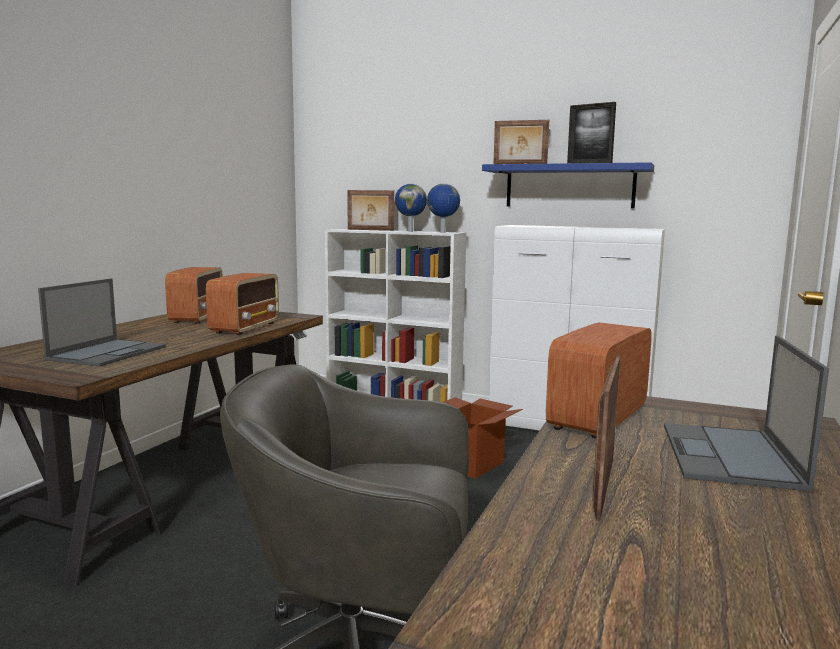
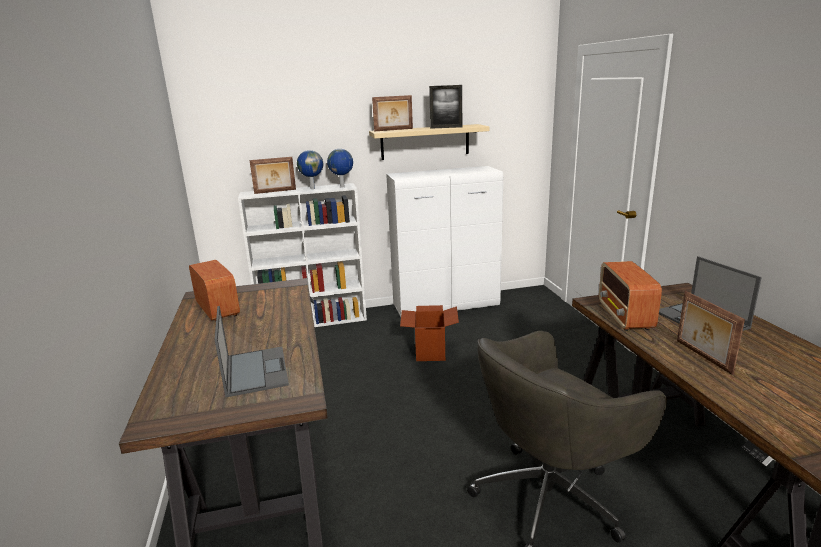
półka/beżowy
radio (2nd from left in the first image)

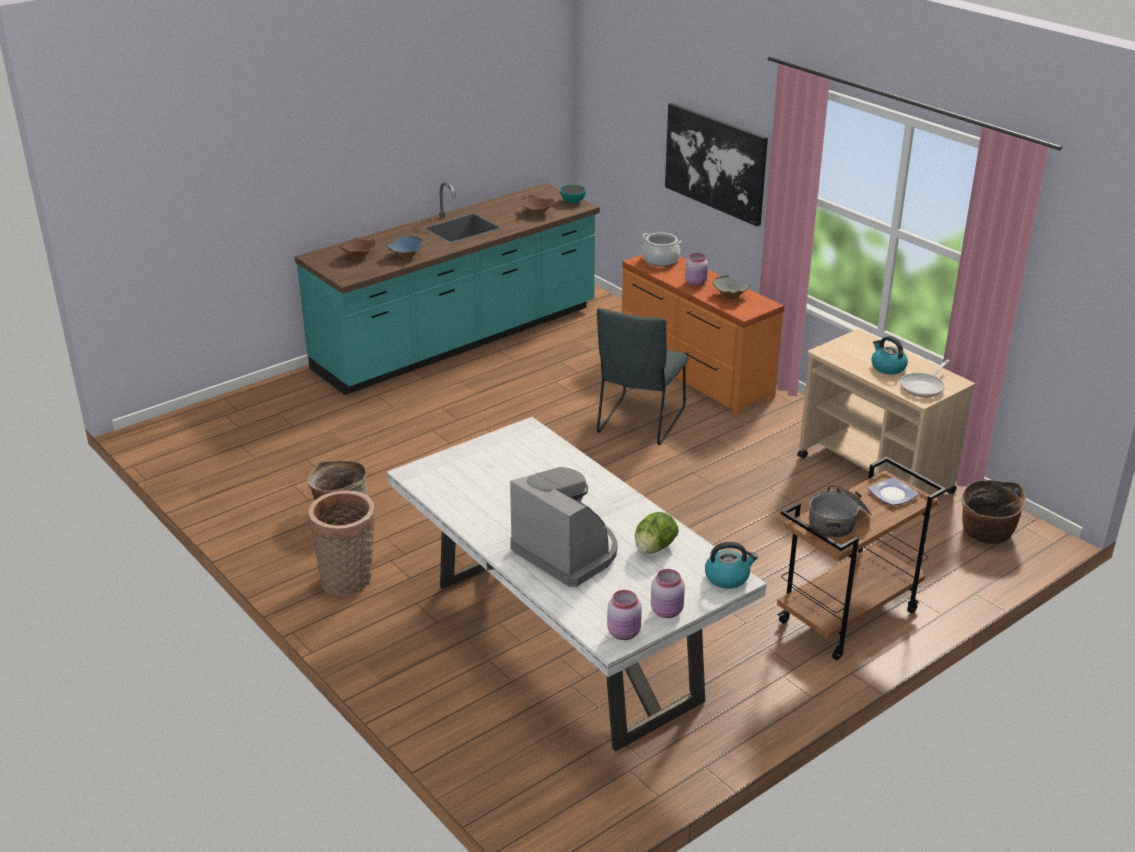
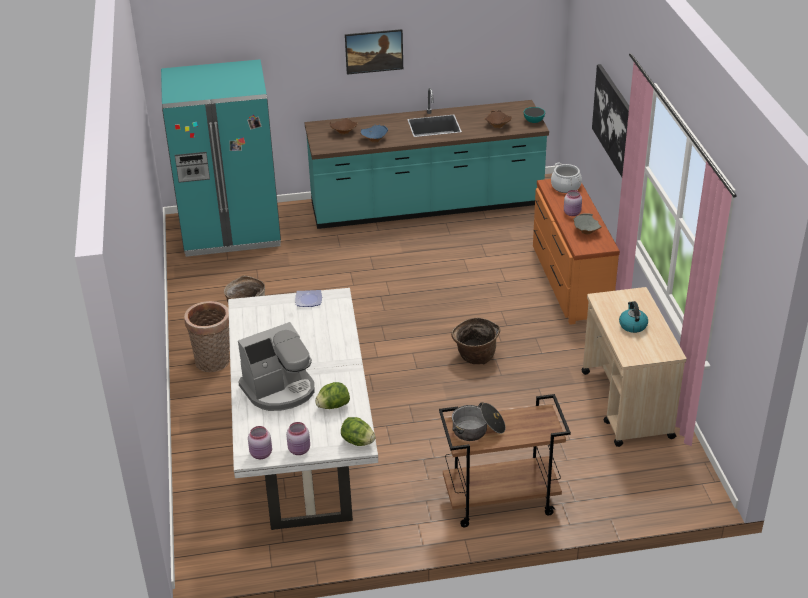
krzesło/szary
patelnia
ekspres do kawy
talerz
koszyk (3rd from left)
sałata (2nd from left)
obraz (1st from left)
lodówka/turkusowy

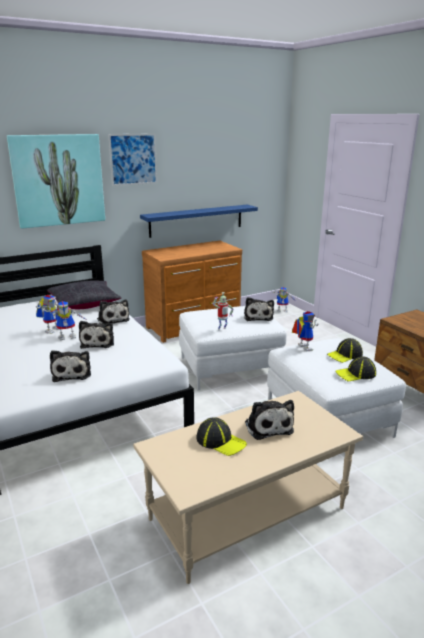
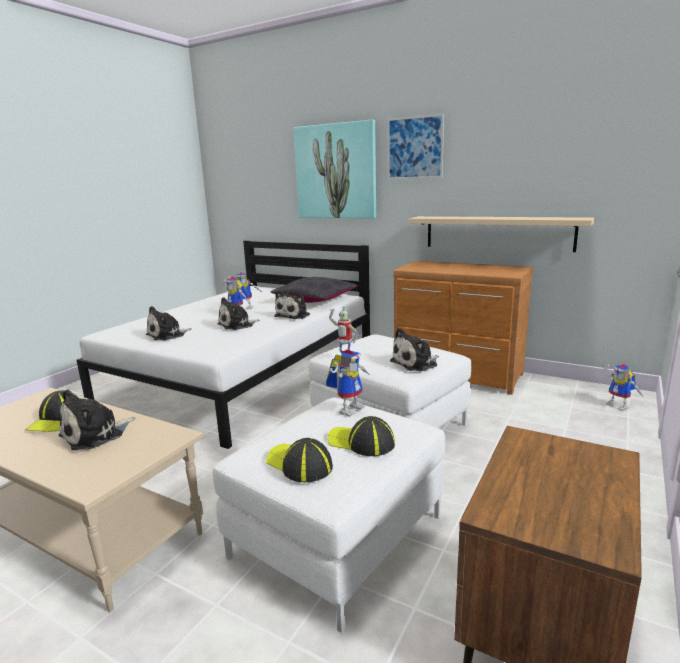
półka/beżowy

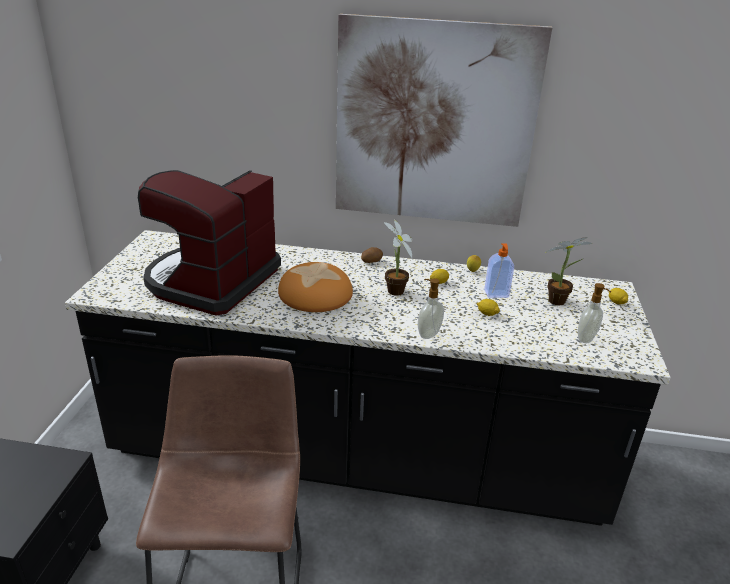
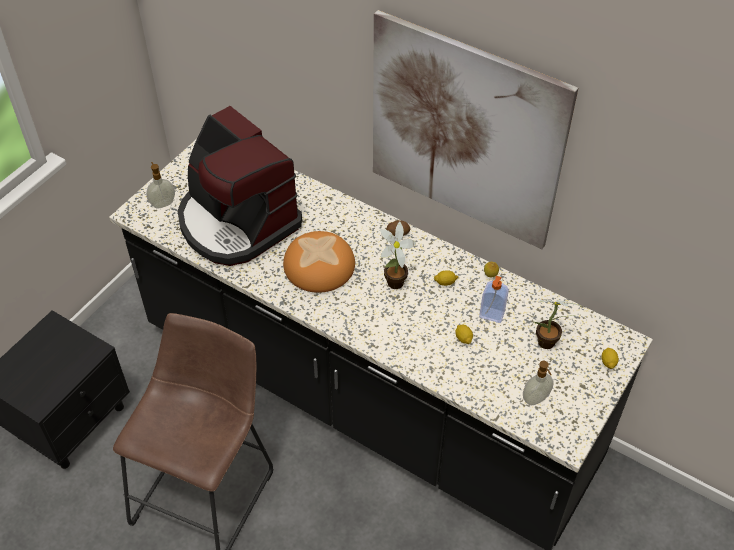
ekspres do kawy
dozownik mydła (1st from left)

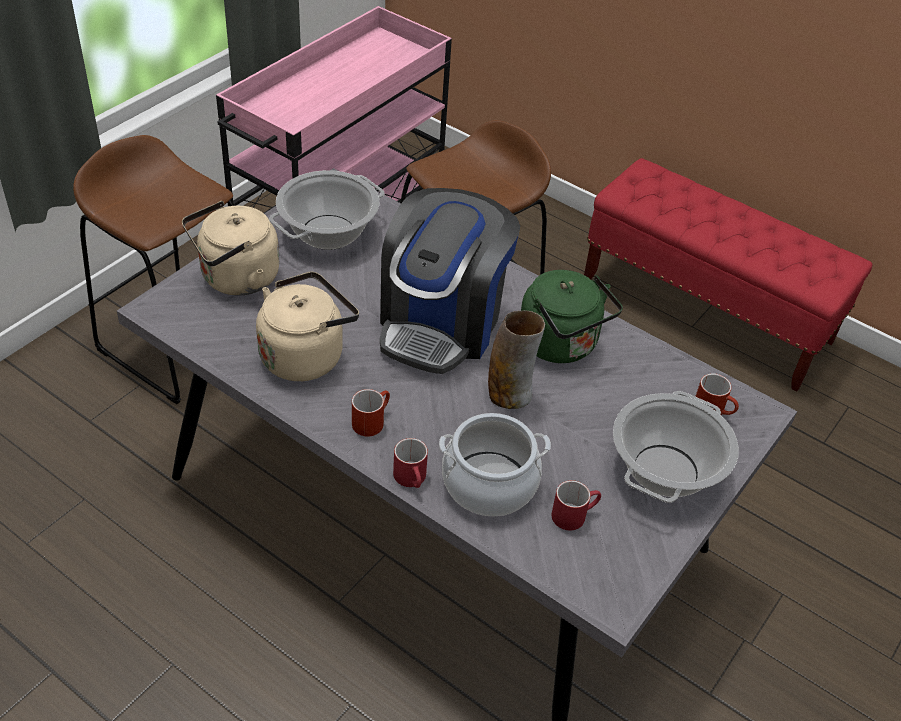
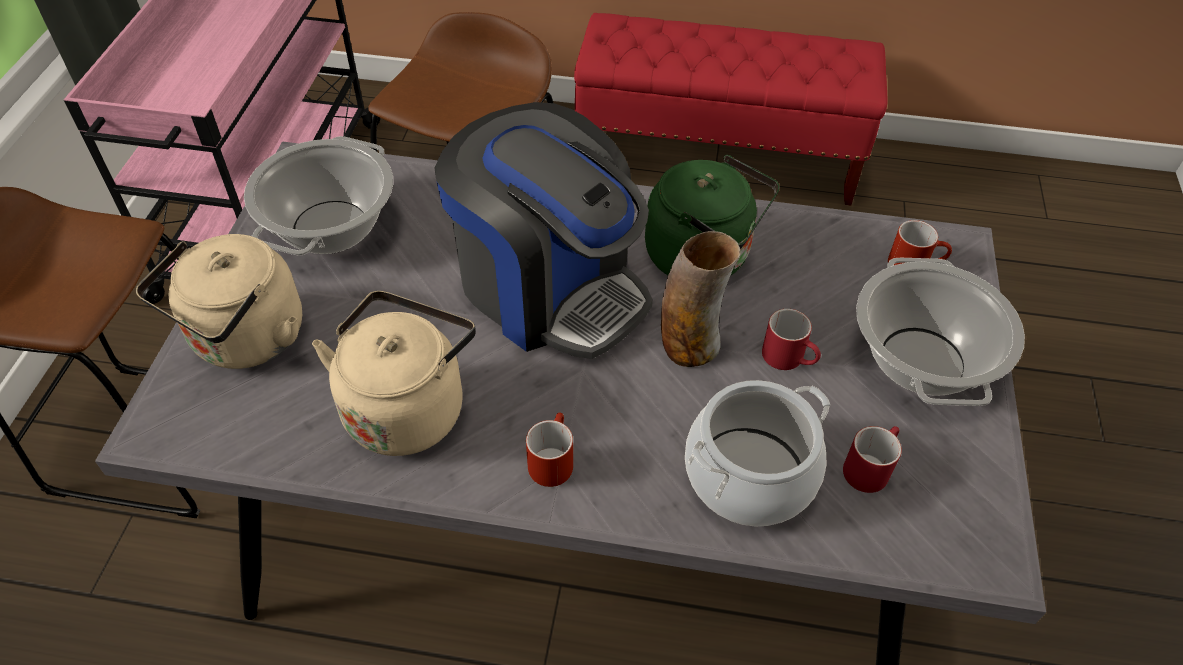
ekspres do kawy
kubek/czerwony (2nd from left)

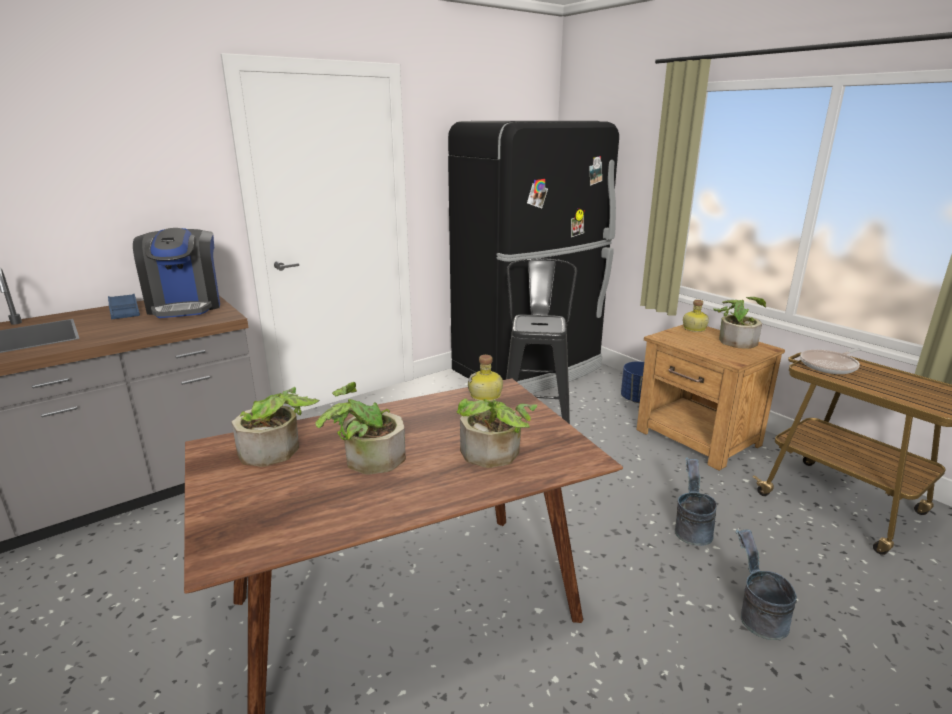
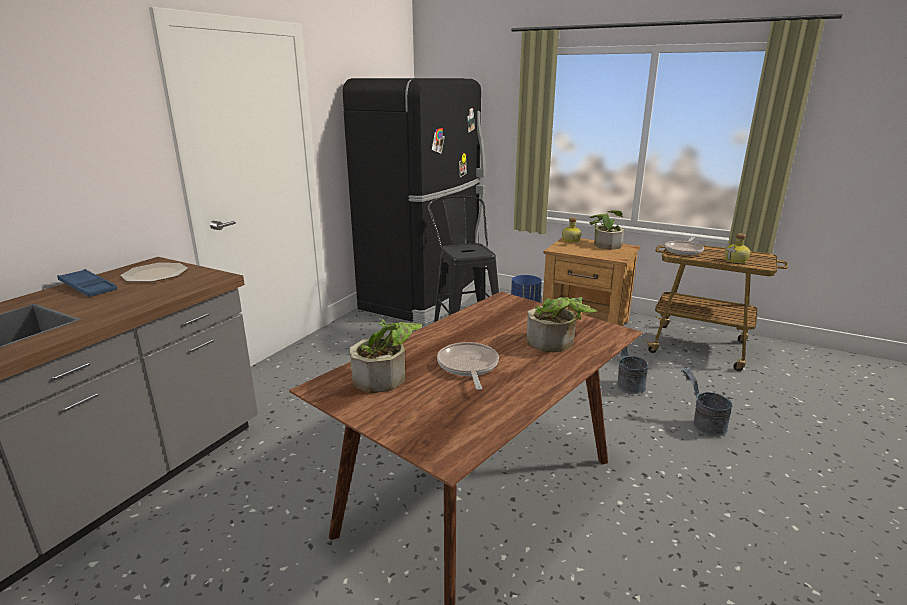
talerz
butelka (2nd from left)
patelnia (1st from left)

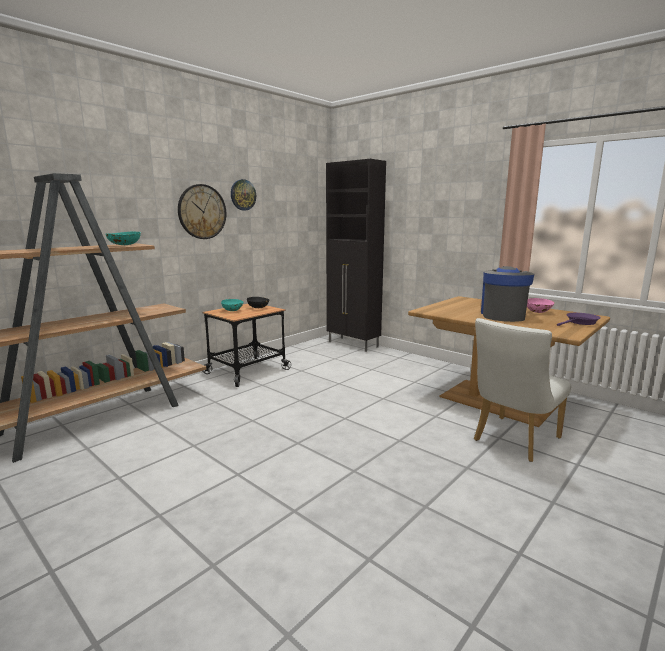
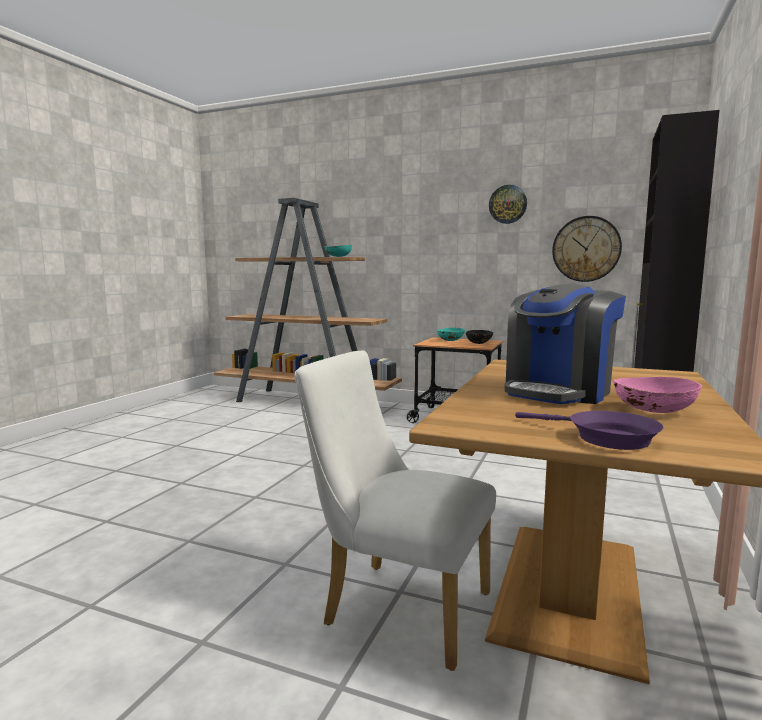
zegar ścienny (2nd from left)
ekspres do kawy

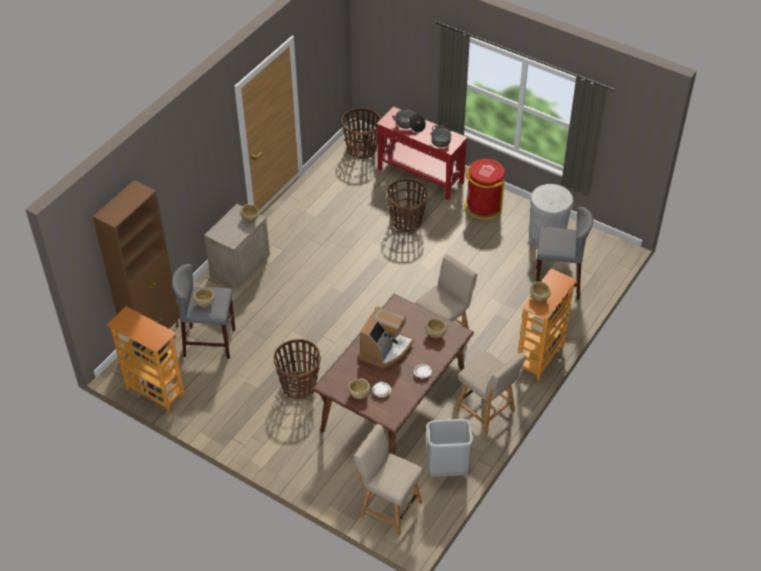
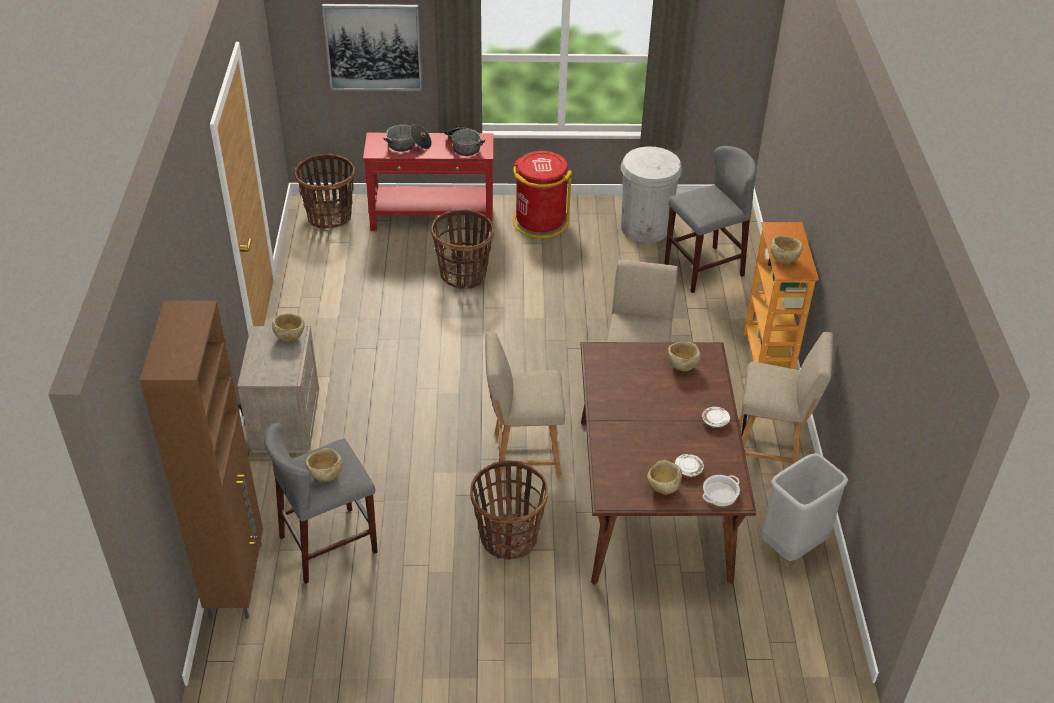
regał (1st from left in the first image)
ekspres do kawy
krzesło/beżowy (1st from left)
obraz
garnek (3rd from left)

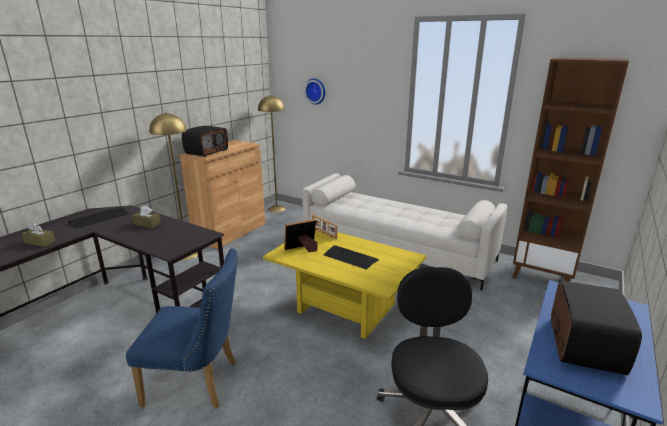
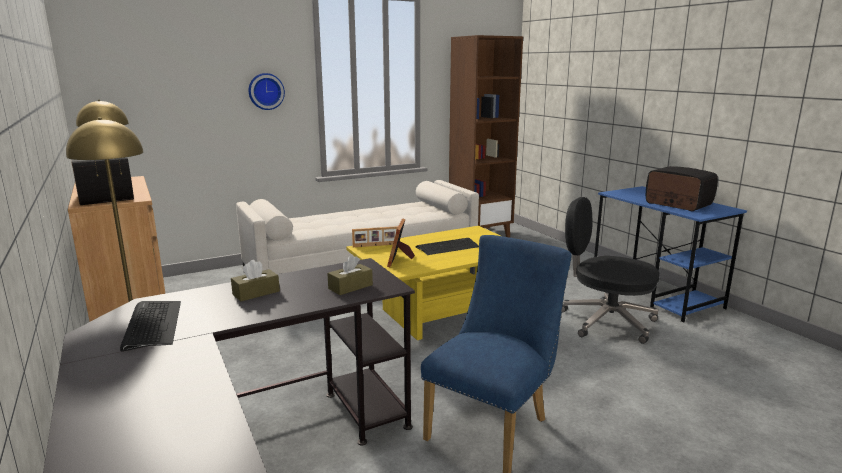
zegar ścienny
pudełko chusteczek/brązowy (2nd from left)

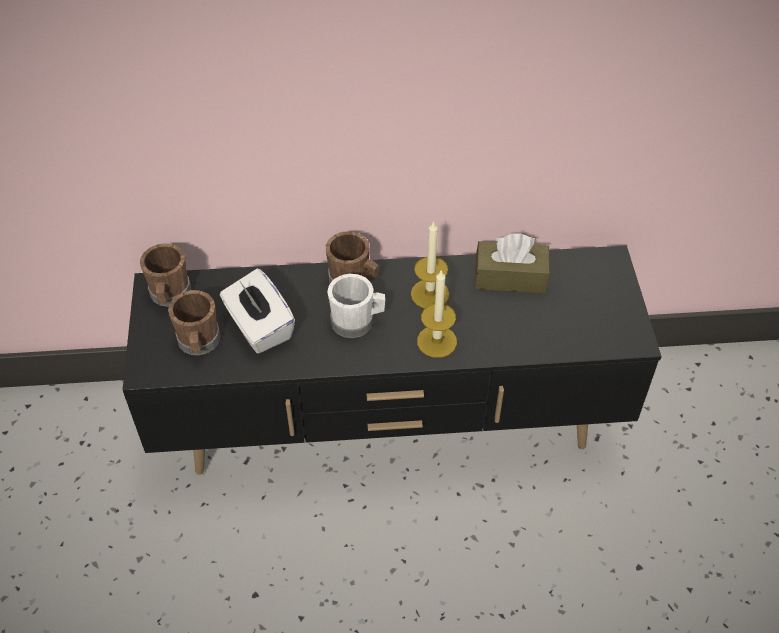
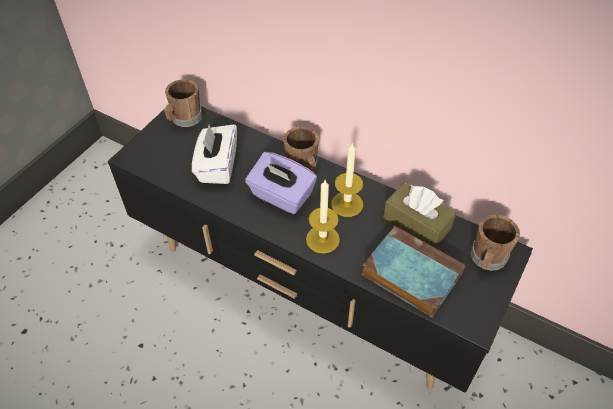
pudełko chusteczek/fioletowy
kubek/brązowy (3rd from left)
książka

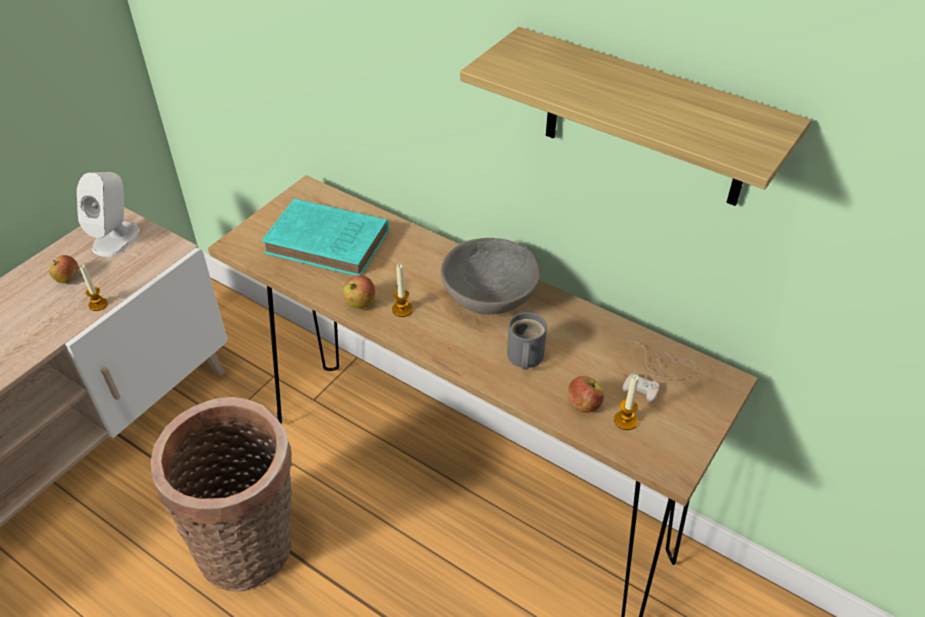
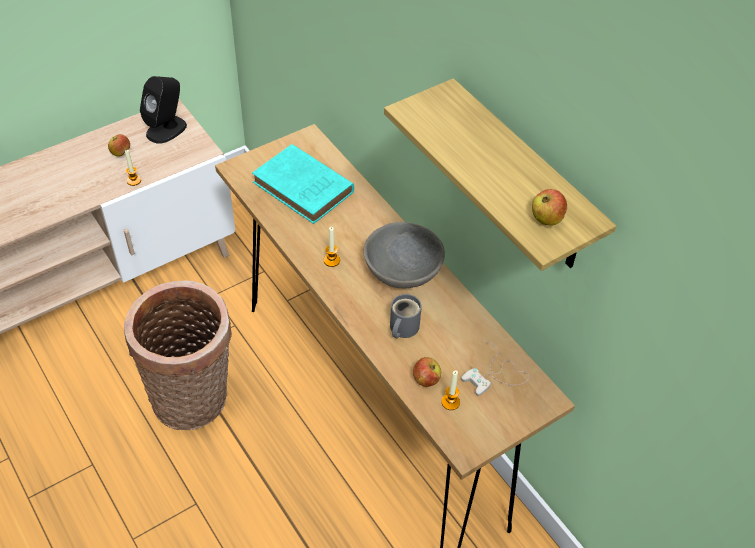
głośnik/czarny
jabłko (3rd from left)

